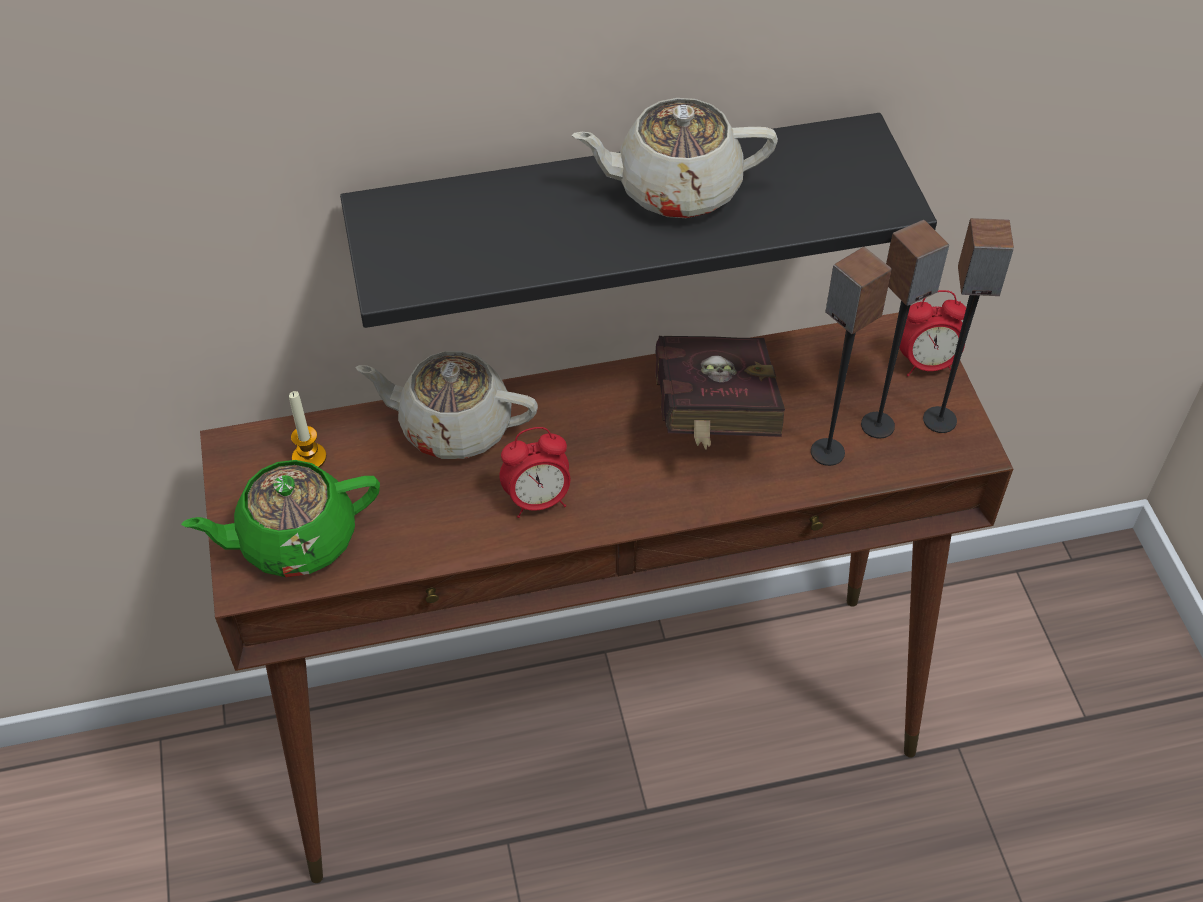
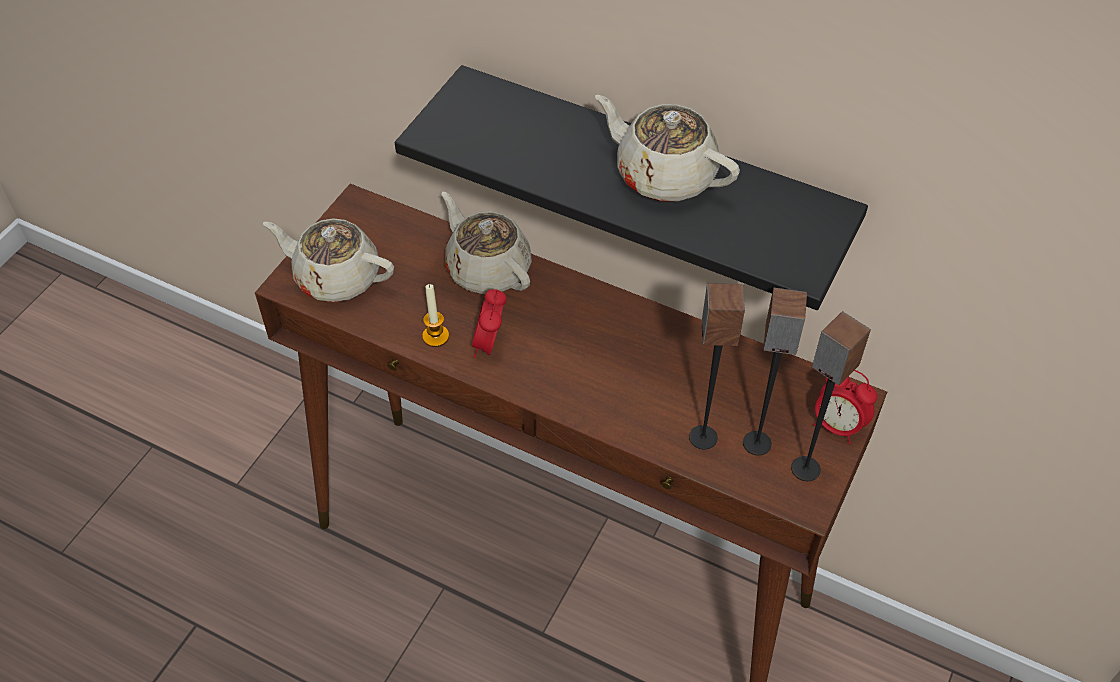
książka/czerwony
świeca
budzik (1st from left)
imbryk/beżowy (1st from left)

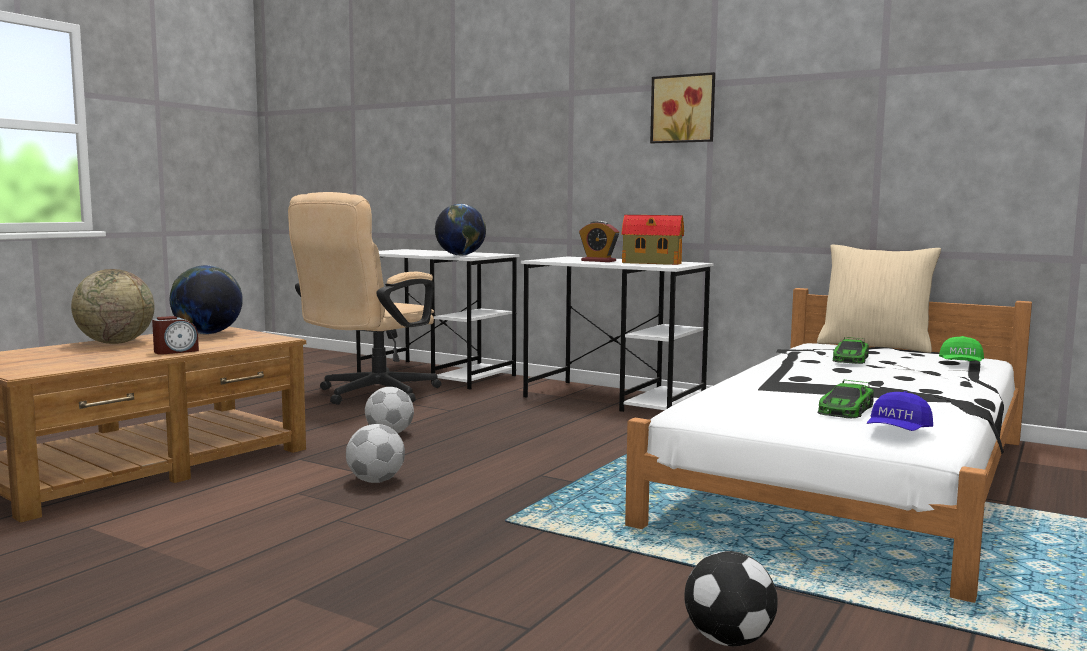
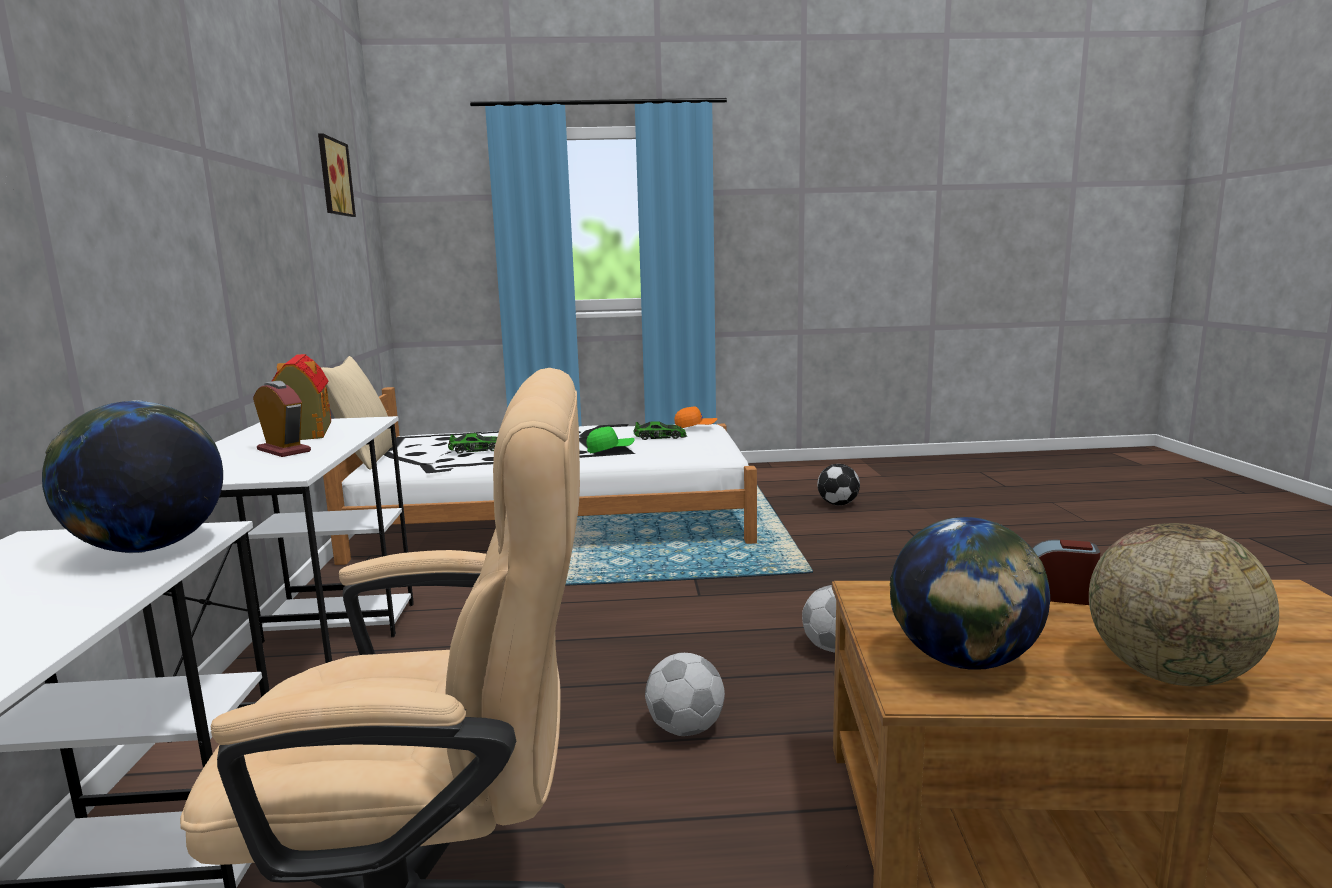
obraz
budzik (1st from left)
czapka z daszkiem/zielony
czapka z daszkiem/pomarańczowy

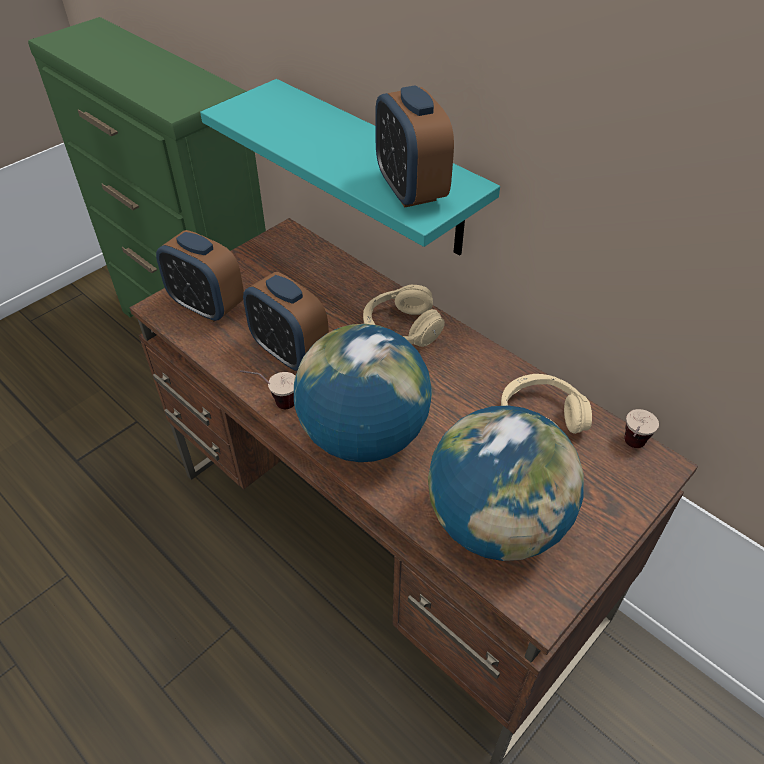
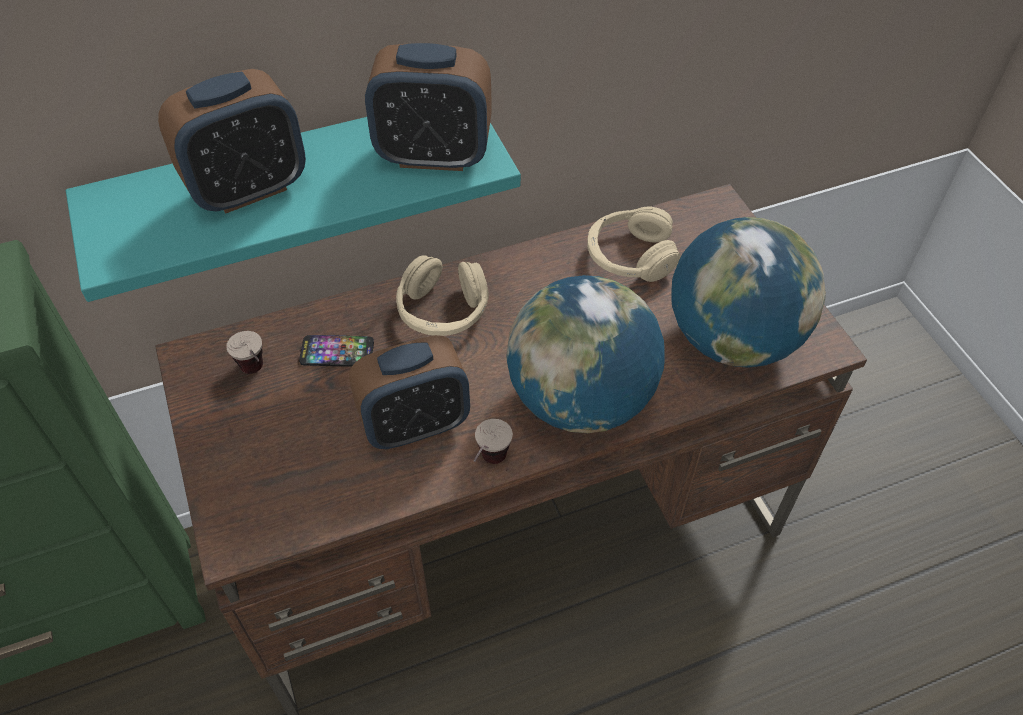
budzik (1st from left)
filiżanka (1st from left)
telefon

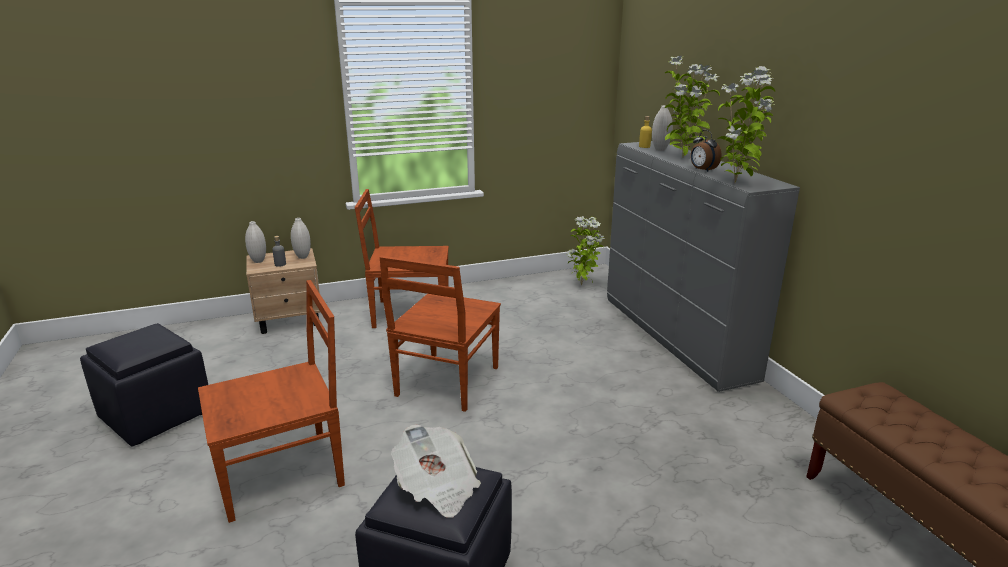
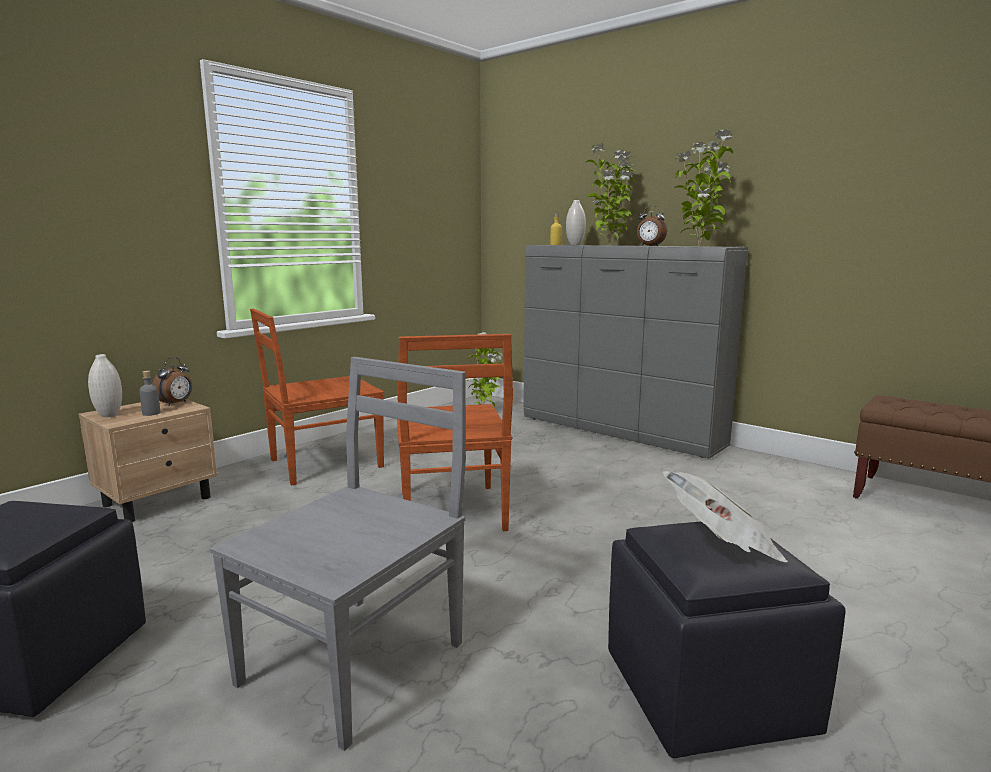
budzik (1st from left)
krzesło/szary

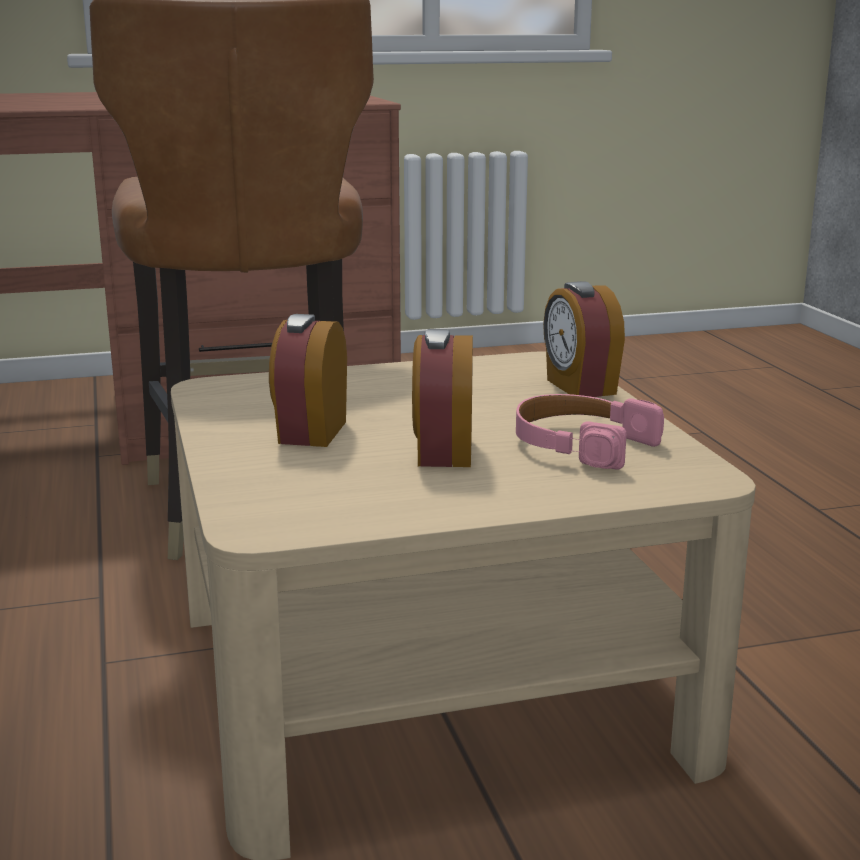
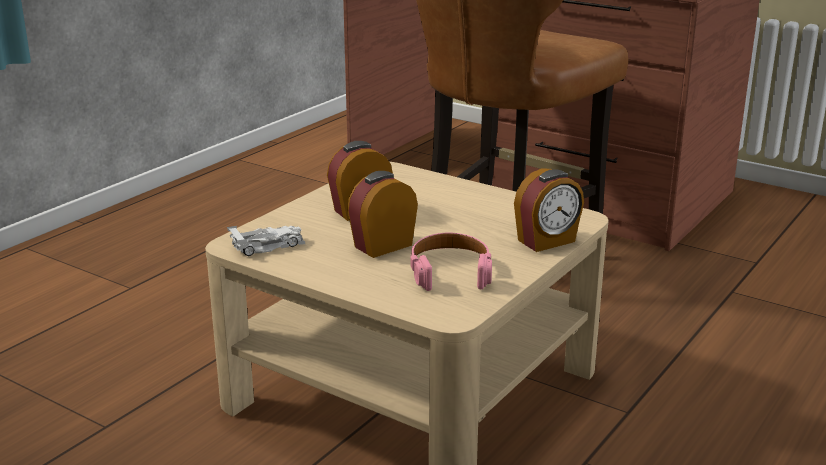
budzik (3rd from left)
samochodzik/biały

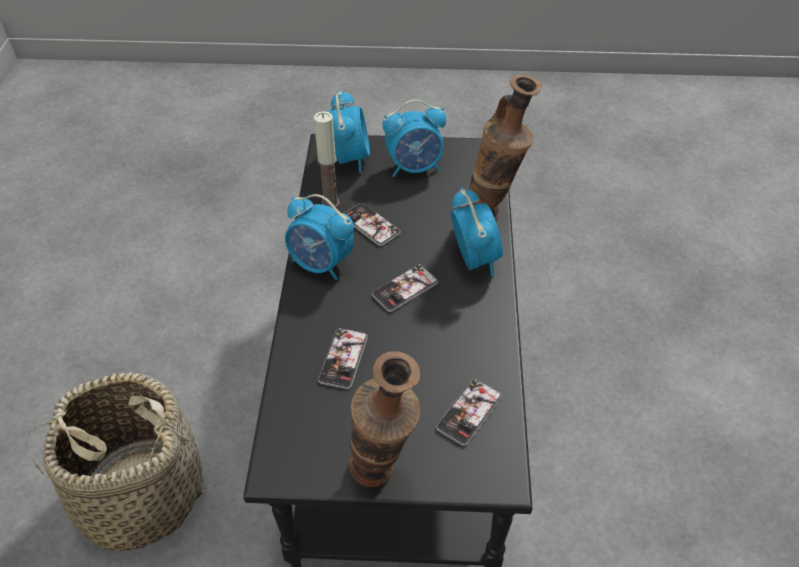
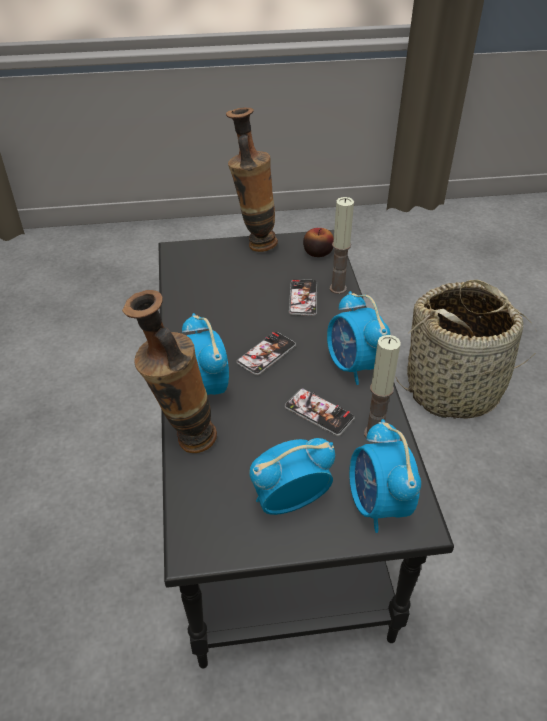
budzik (3rd from left)
telefon (4th from left in the first image)
świeca (1st from left)
jabłko

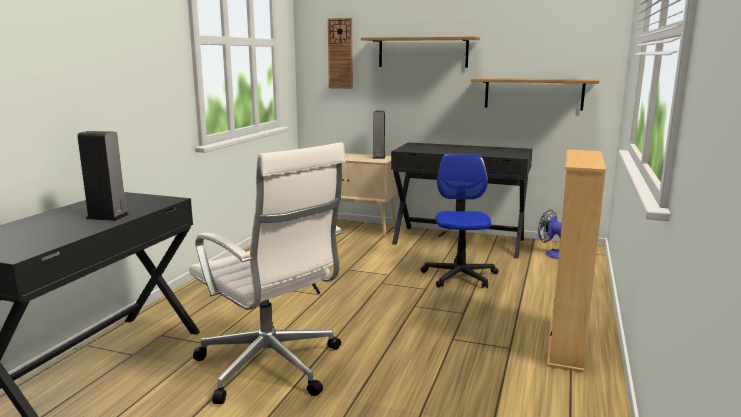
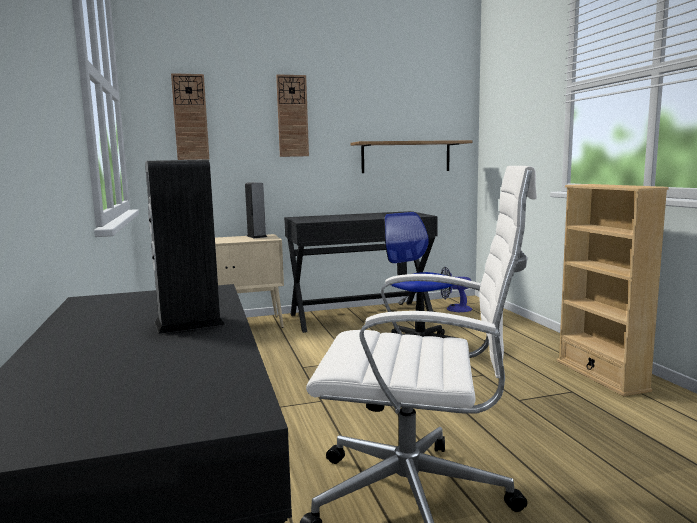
zegar ścienny (2nd from left)

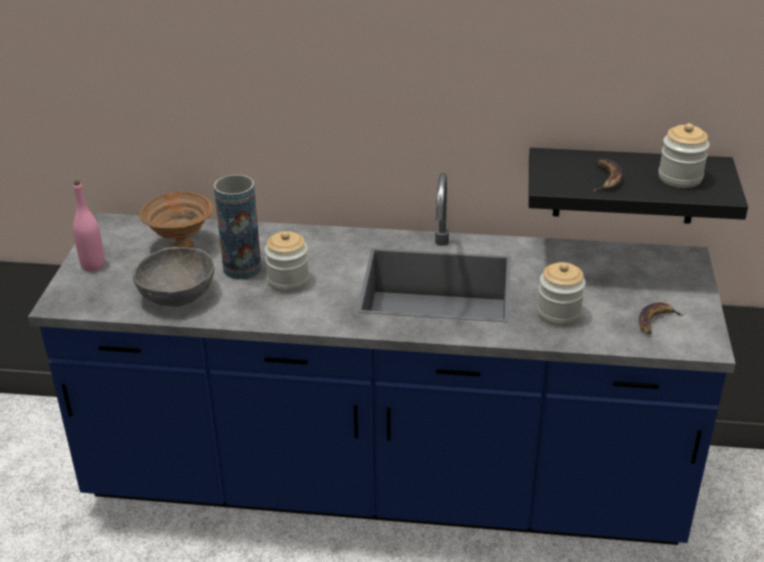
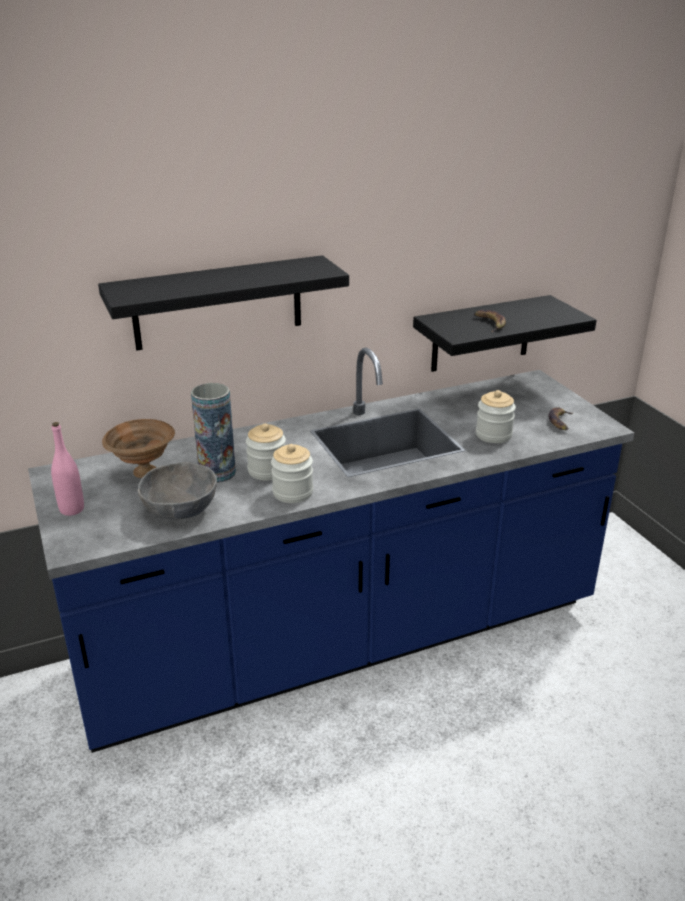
słoik (2nd from left)
półka/czarny (1st from left)

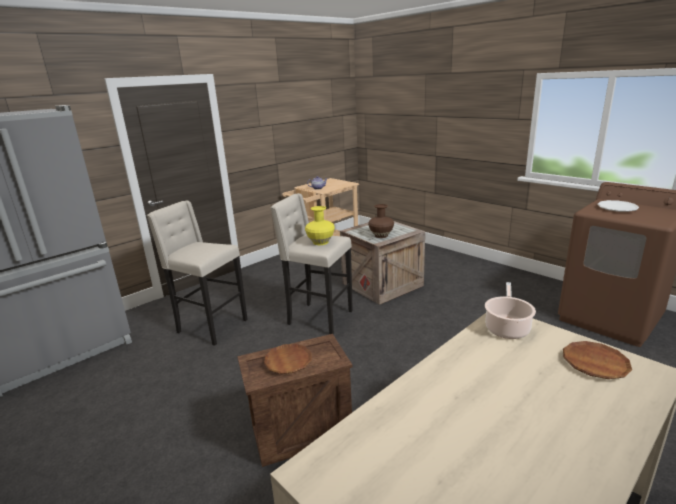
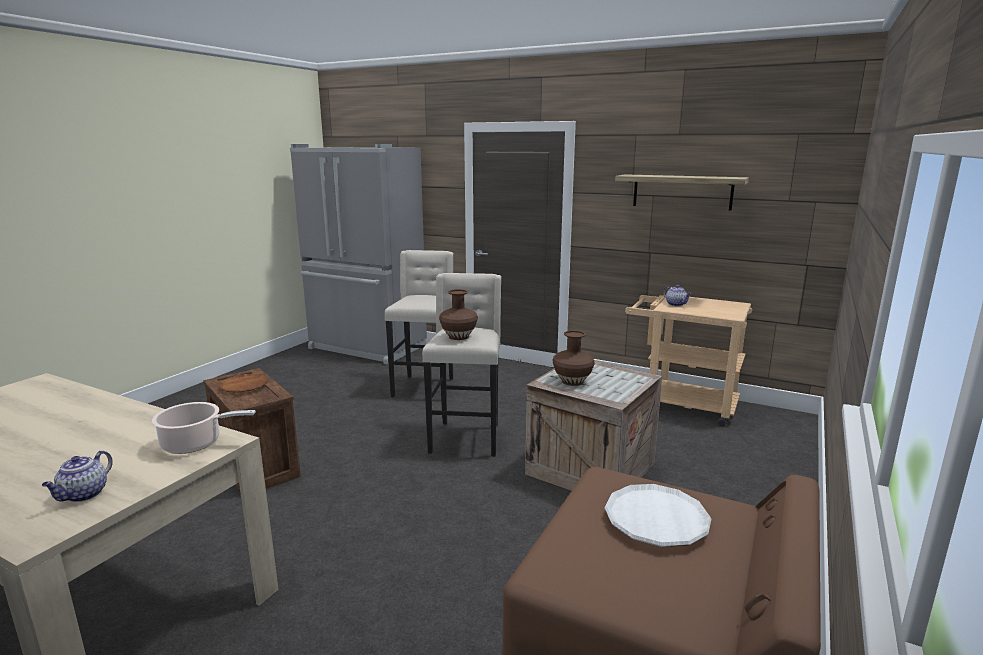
wazon/brązowy (1st from left)
imbryk (1st from left)
półka

